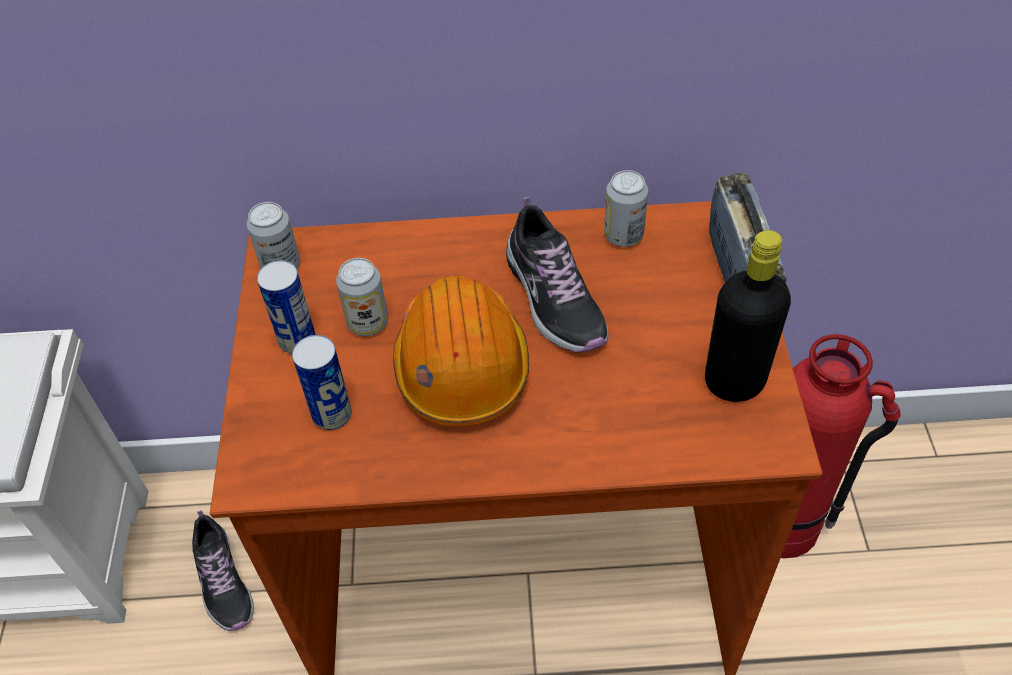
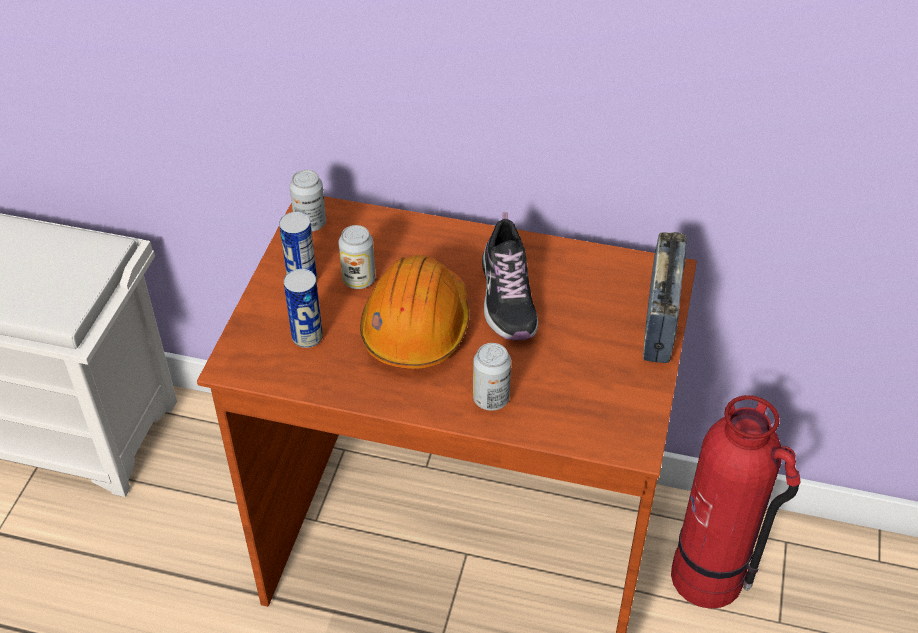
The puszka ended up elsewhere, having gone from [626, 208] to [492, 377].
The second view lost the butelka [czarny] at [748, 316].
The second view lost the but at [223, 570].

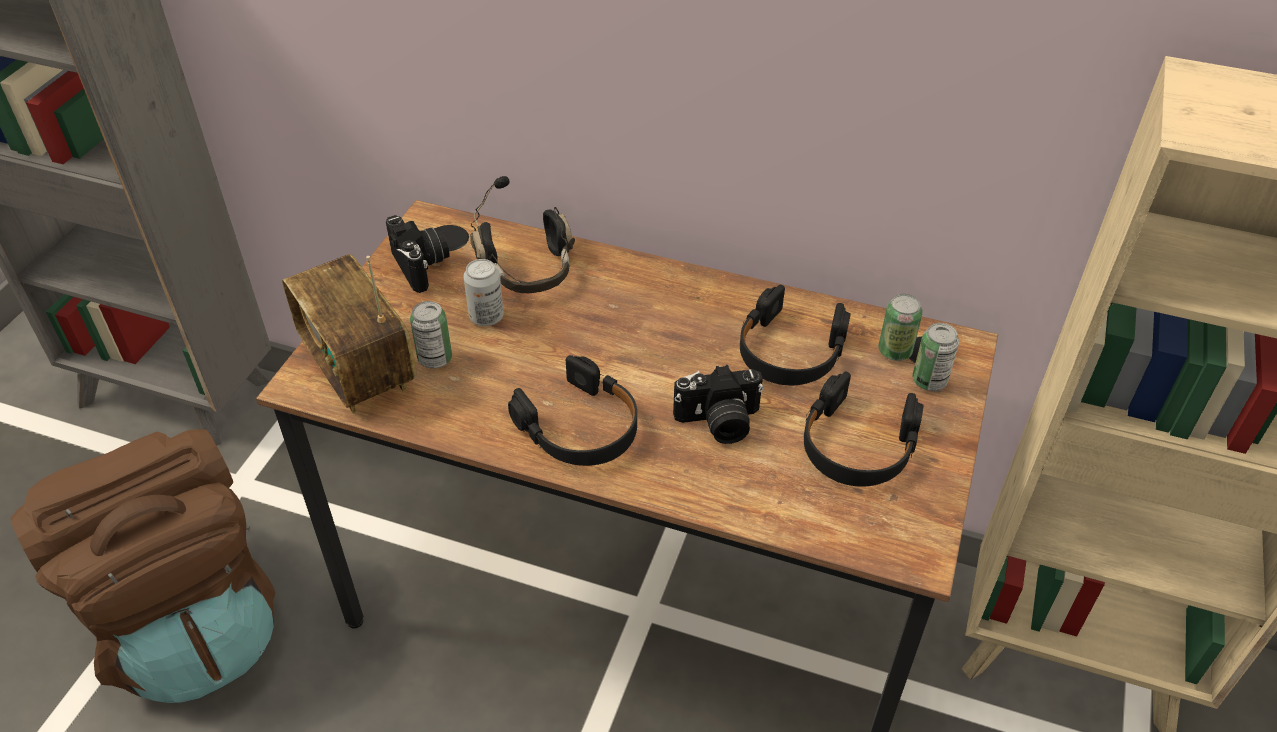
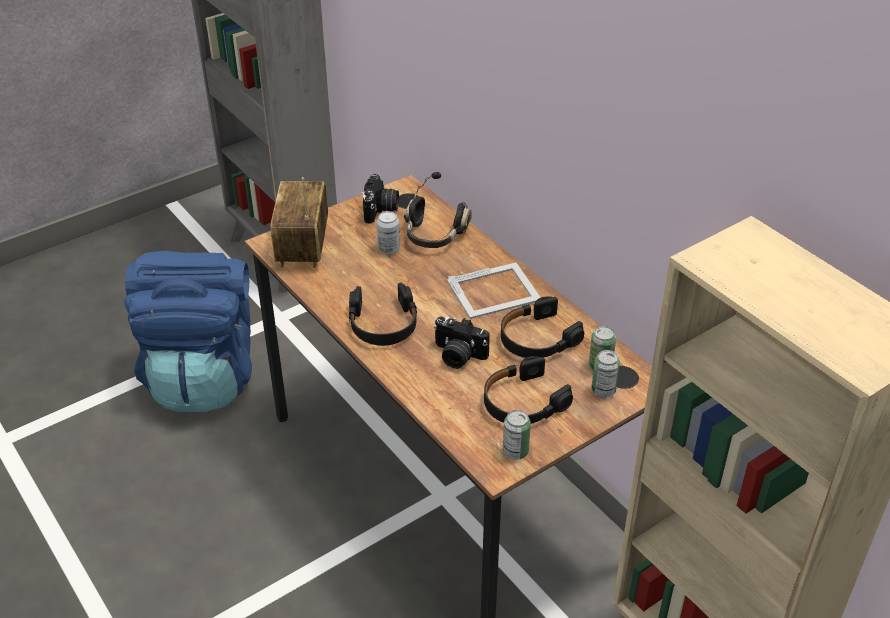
The puszka ended up elsewhere, having gone from [431, 334] to [517, 435].
What was the plecak [brązowy] at [143, 566] turned into the plecak [niebieski] at [187, 331].
The second view gained the ramka na zdjęcie at [494, 291].

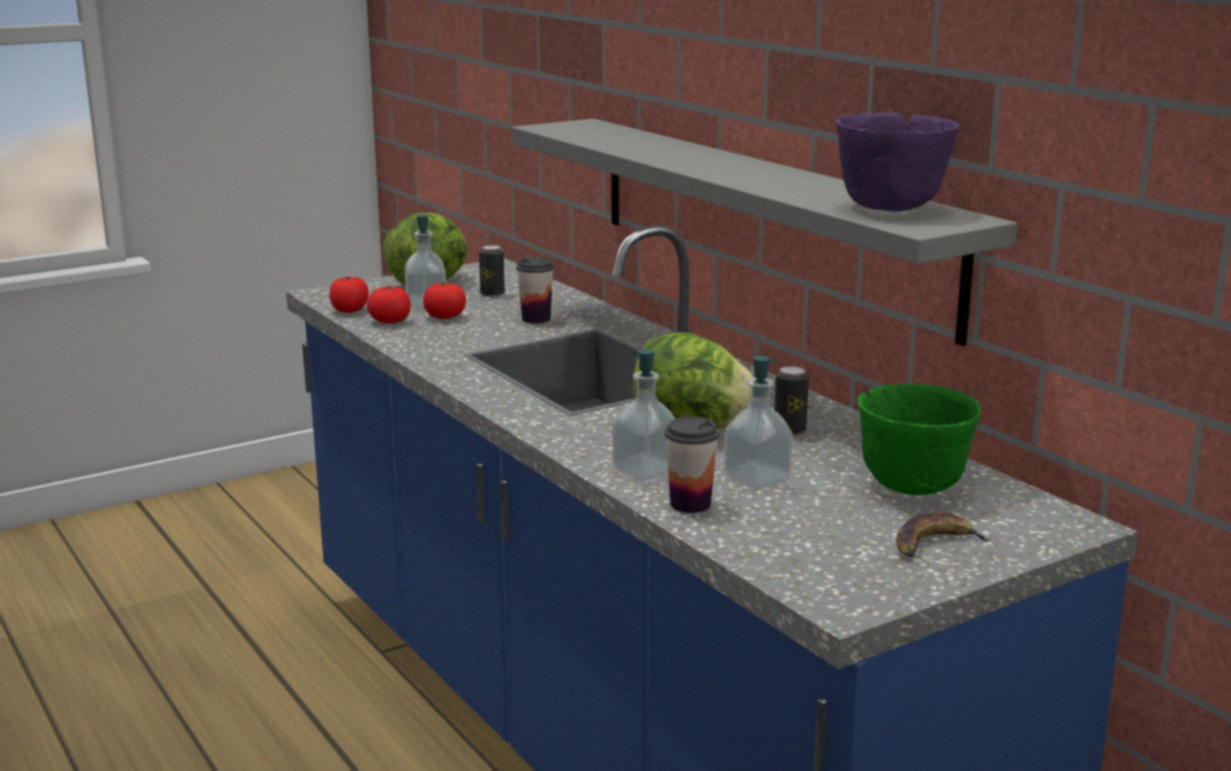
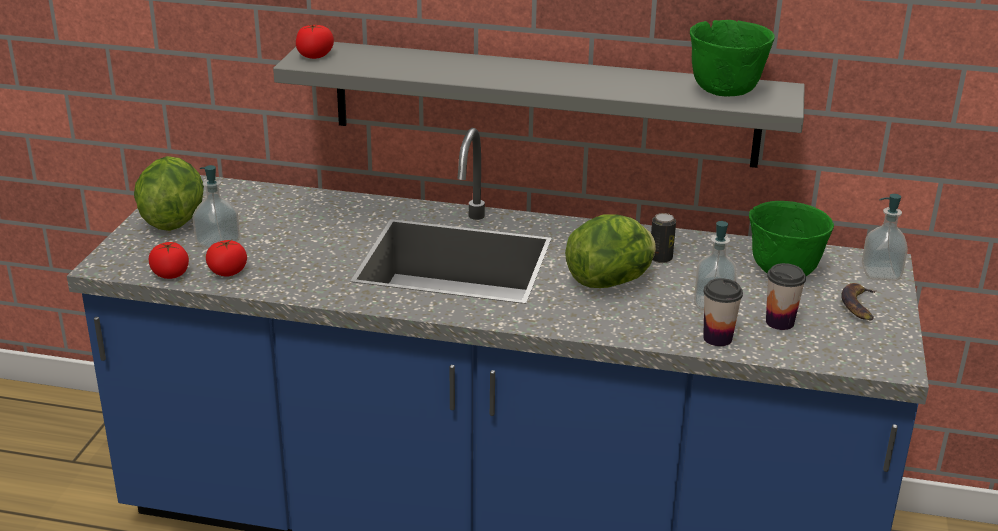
What was the miska [fioletowy] at [898, 162] turned into the miska [zielony] at [732, 58].
The second view lost the puszka at [492, 271].
The filiżanka ended up elsewhere, having gone from [535, 290] to [786, 296].
The pomidor ended up elsewhere, having gone from [444, 300] to [315, 42].
The dozownik mydła ended up elsewhere, having gone from [643, 415] to [885, 237].

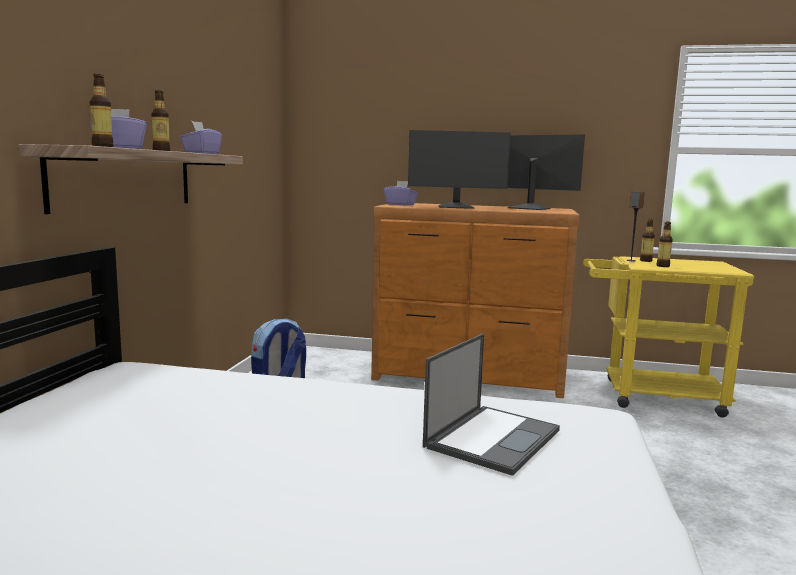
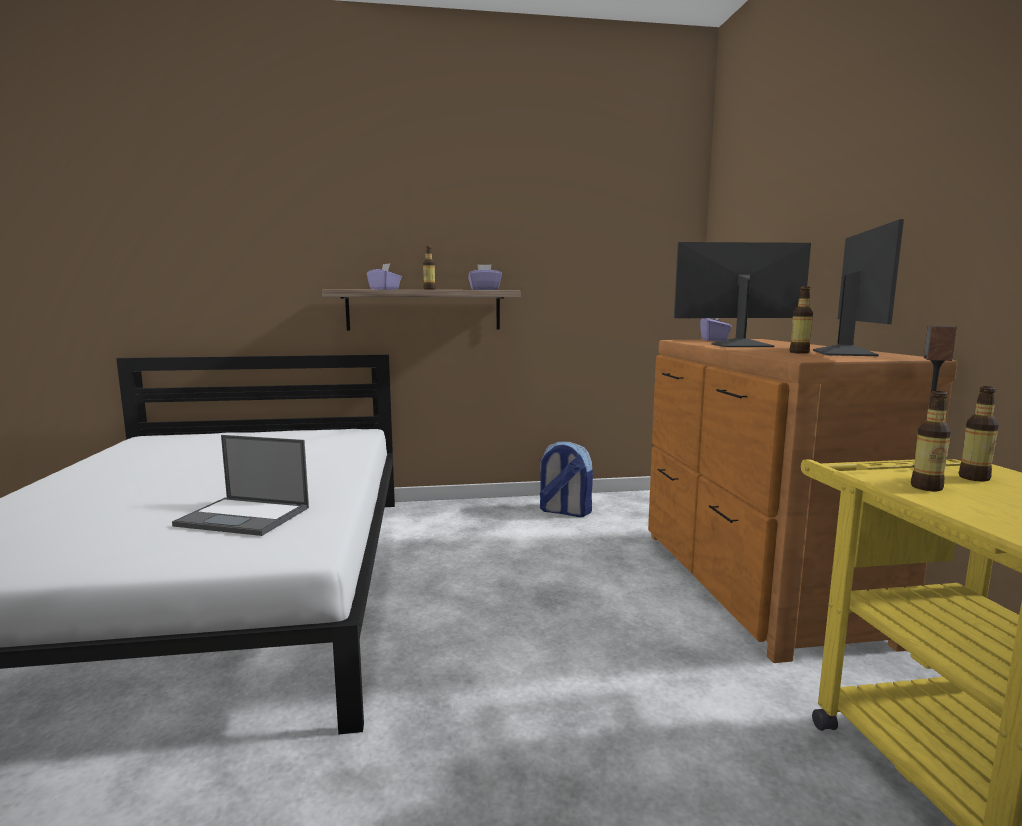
The butelka ended up elsewhere, having gone from [102, 110] to [801, 320].
The monitor at [459, 169] ended up facing another way, 105 degrees clockwise from before.

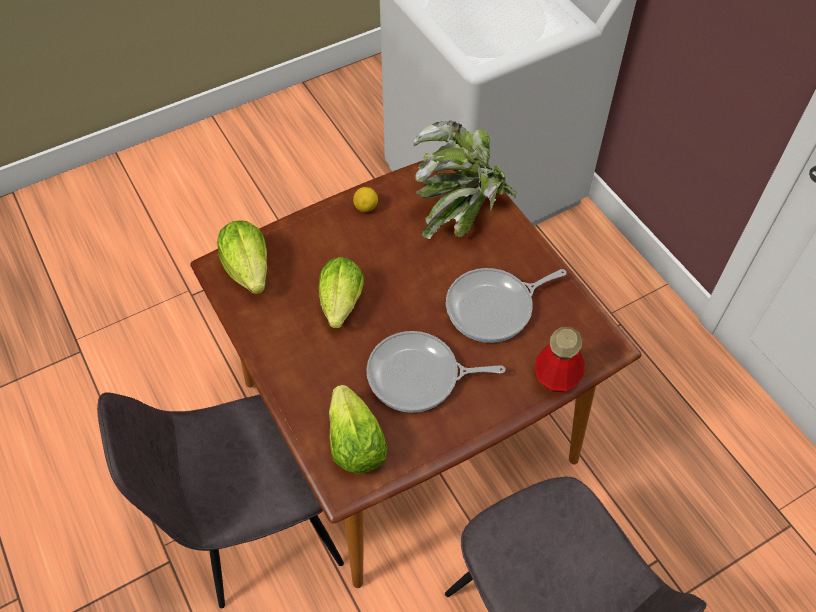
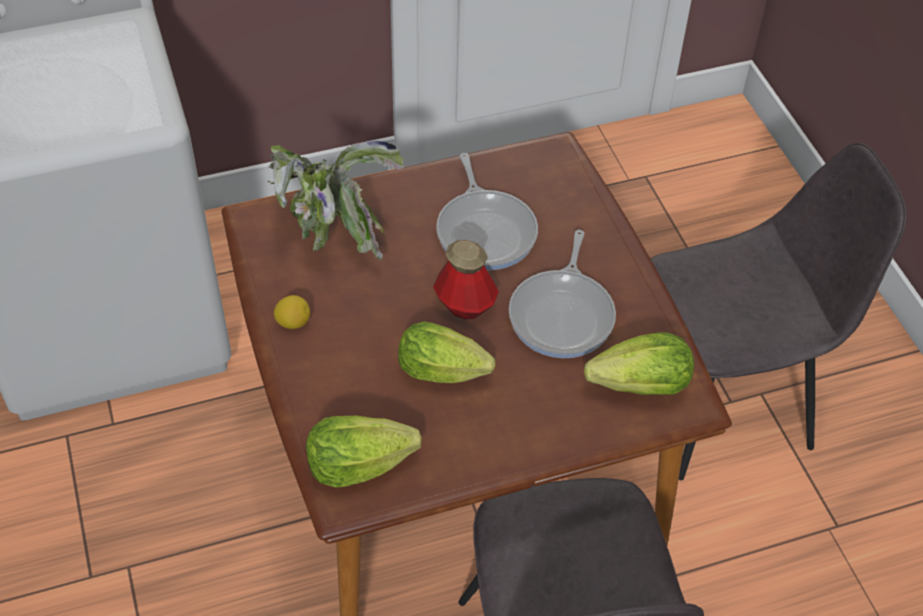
The butelka ended up elsewhere, having gone from [560, 359] to [466, 279].

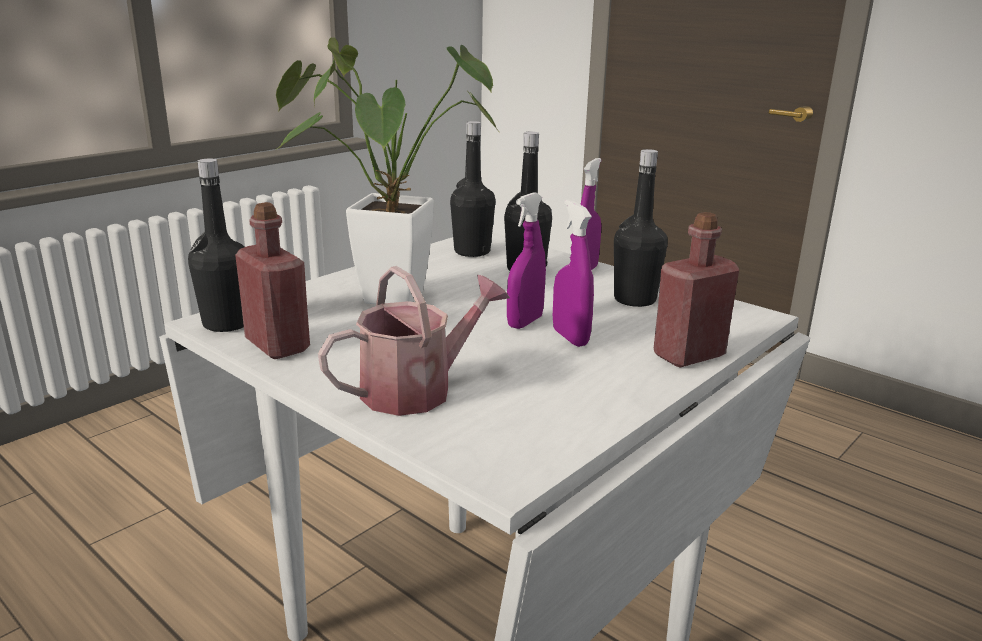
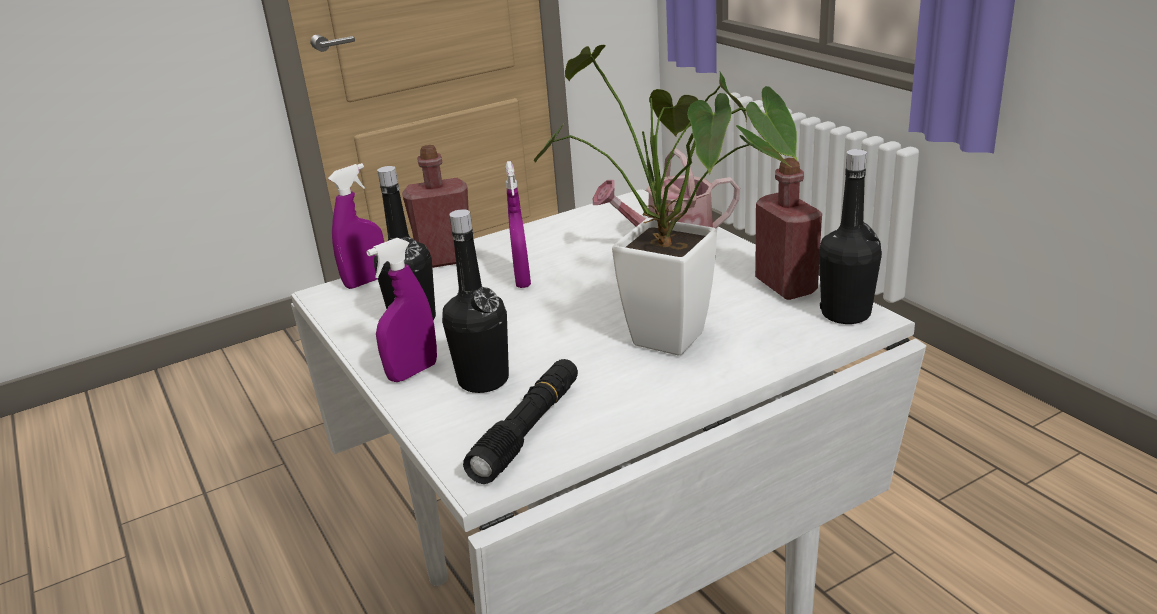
Where the butelka [czarny] stood at [472, 189], the latarka [czarny] came to stand at [520, 421].
The spryskiwacz [fioletowy] ended up elsewhere, having gone from [526, 260] to [356, 226].

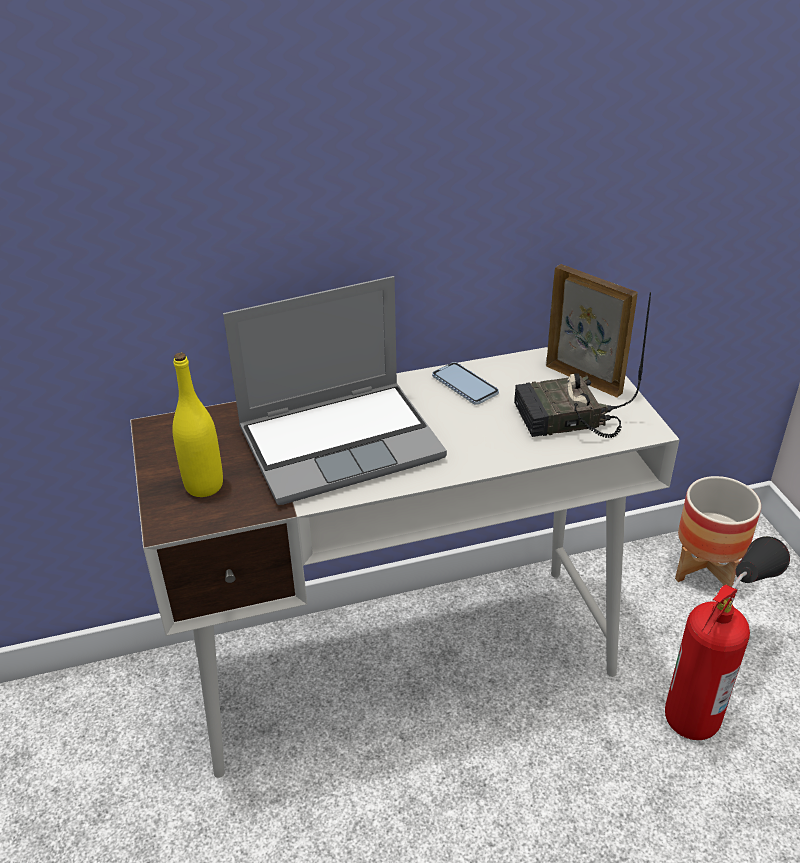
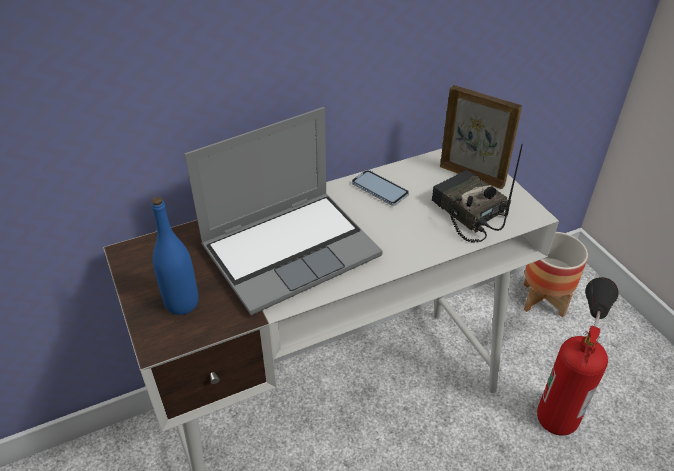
The radio at [582, 365] ended up facing another way, 75 degrees clockwise from before.
What was the butelka [żółty] at [197, 425] turned into the butelka [niebieski] at [174, 256].

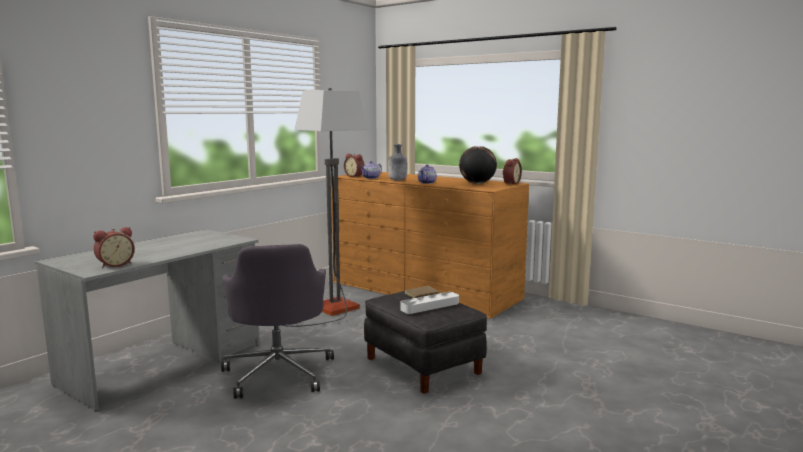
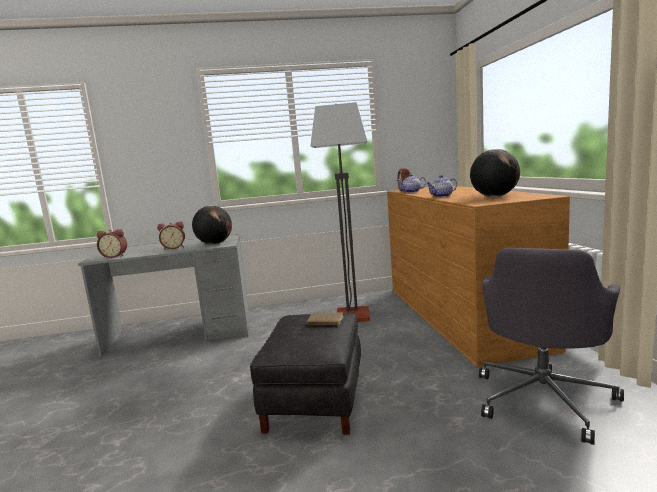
The second view lost the butelka [szary] at [397, 162].
The budzik ended up elsewhere, having gone from [512, 171] to [171, 235].
The krzesło biurowe [szary] ended up elsewhere, having gone from [277, 321] to [551, 346].
The second view lost the taca [szary] at [429, 303].
The second view gained the globus at [212, 225].

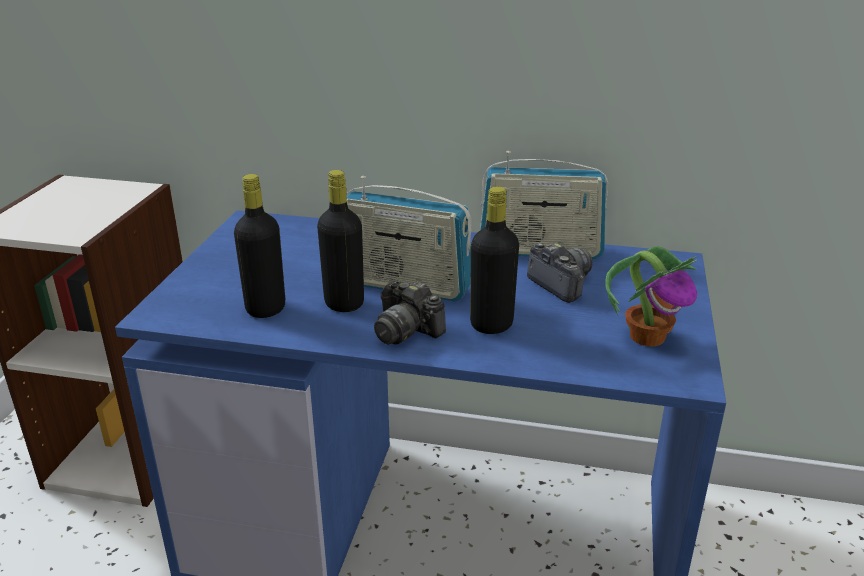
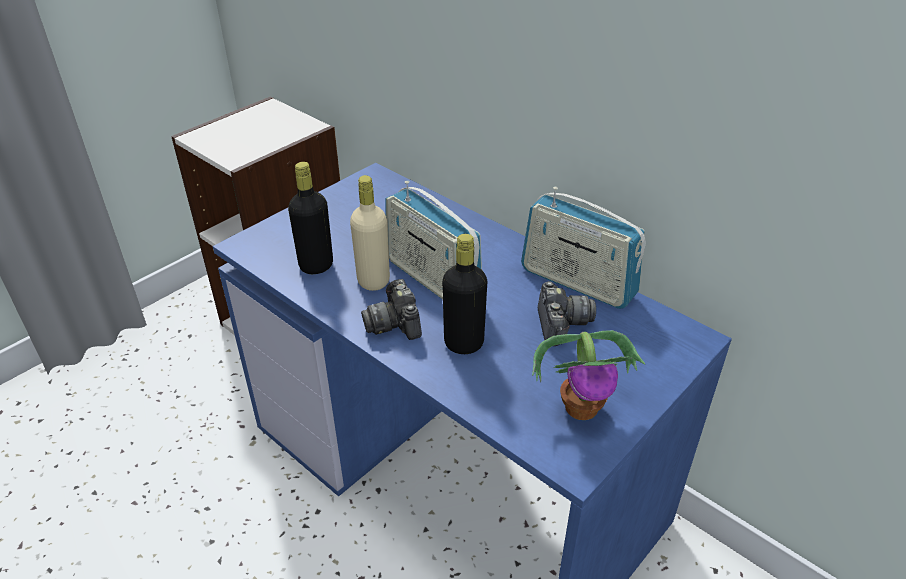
What was the butelka [czarny] at [340, 241] turned into the butelka [beżowy] at [370, 233].

